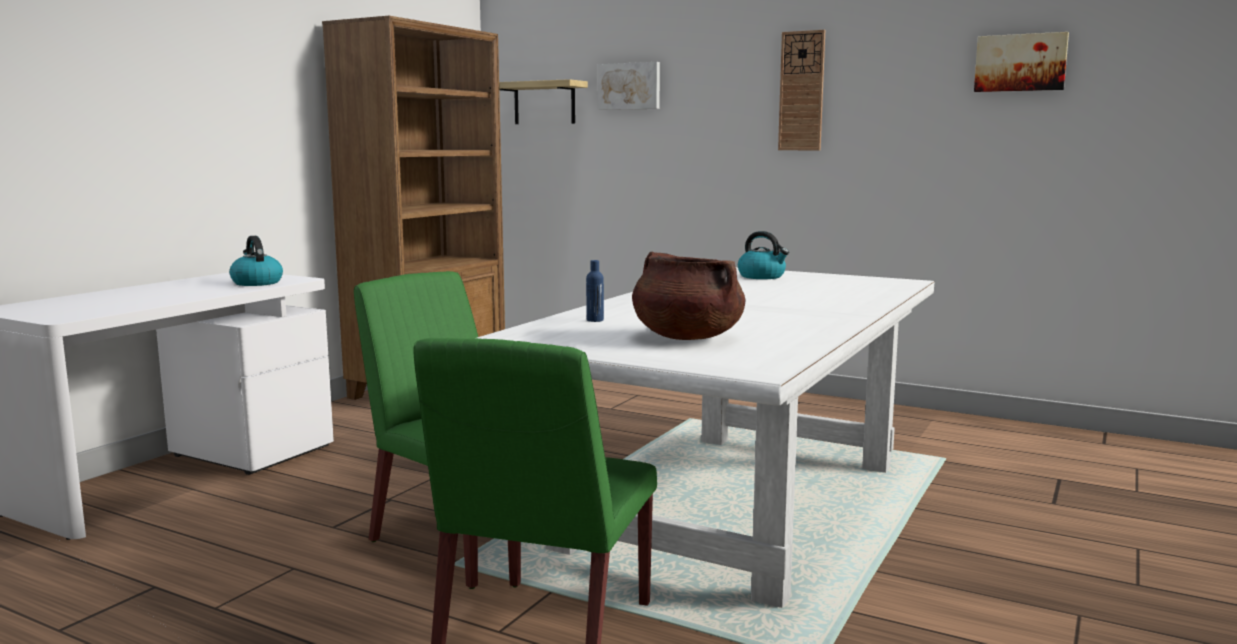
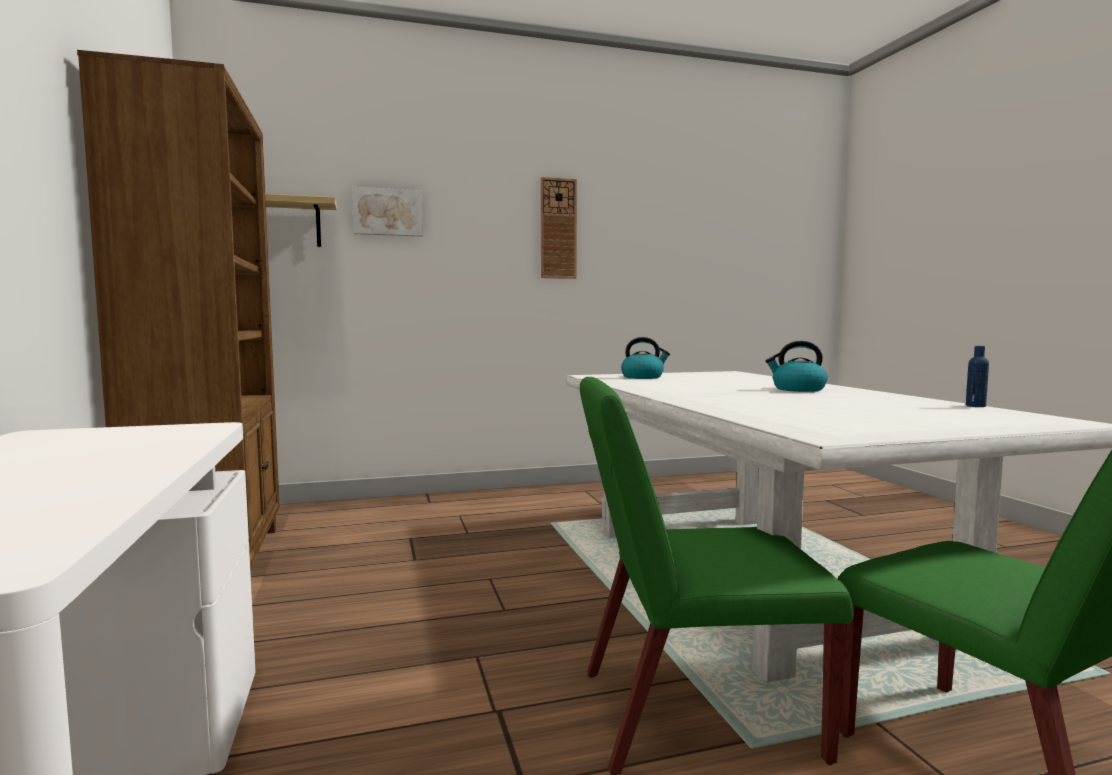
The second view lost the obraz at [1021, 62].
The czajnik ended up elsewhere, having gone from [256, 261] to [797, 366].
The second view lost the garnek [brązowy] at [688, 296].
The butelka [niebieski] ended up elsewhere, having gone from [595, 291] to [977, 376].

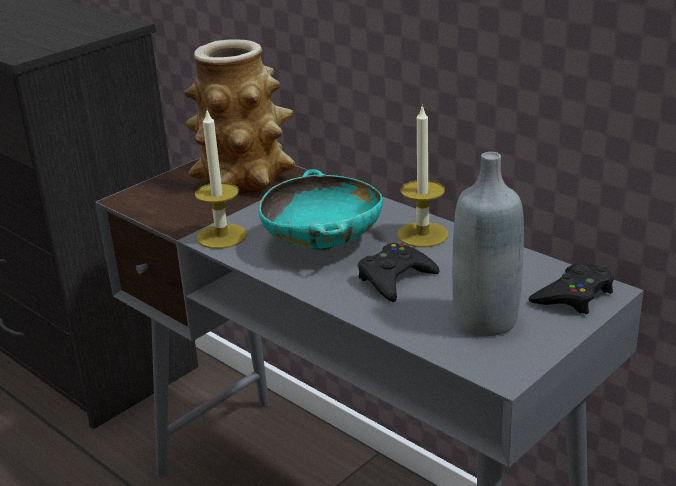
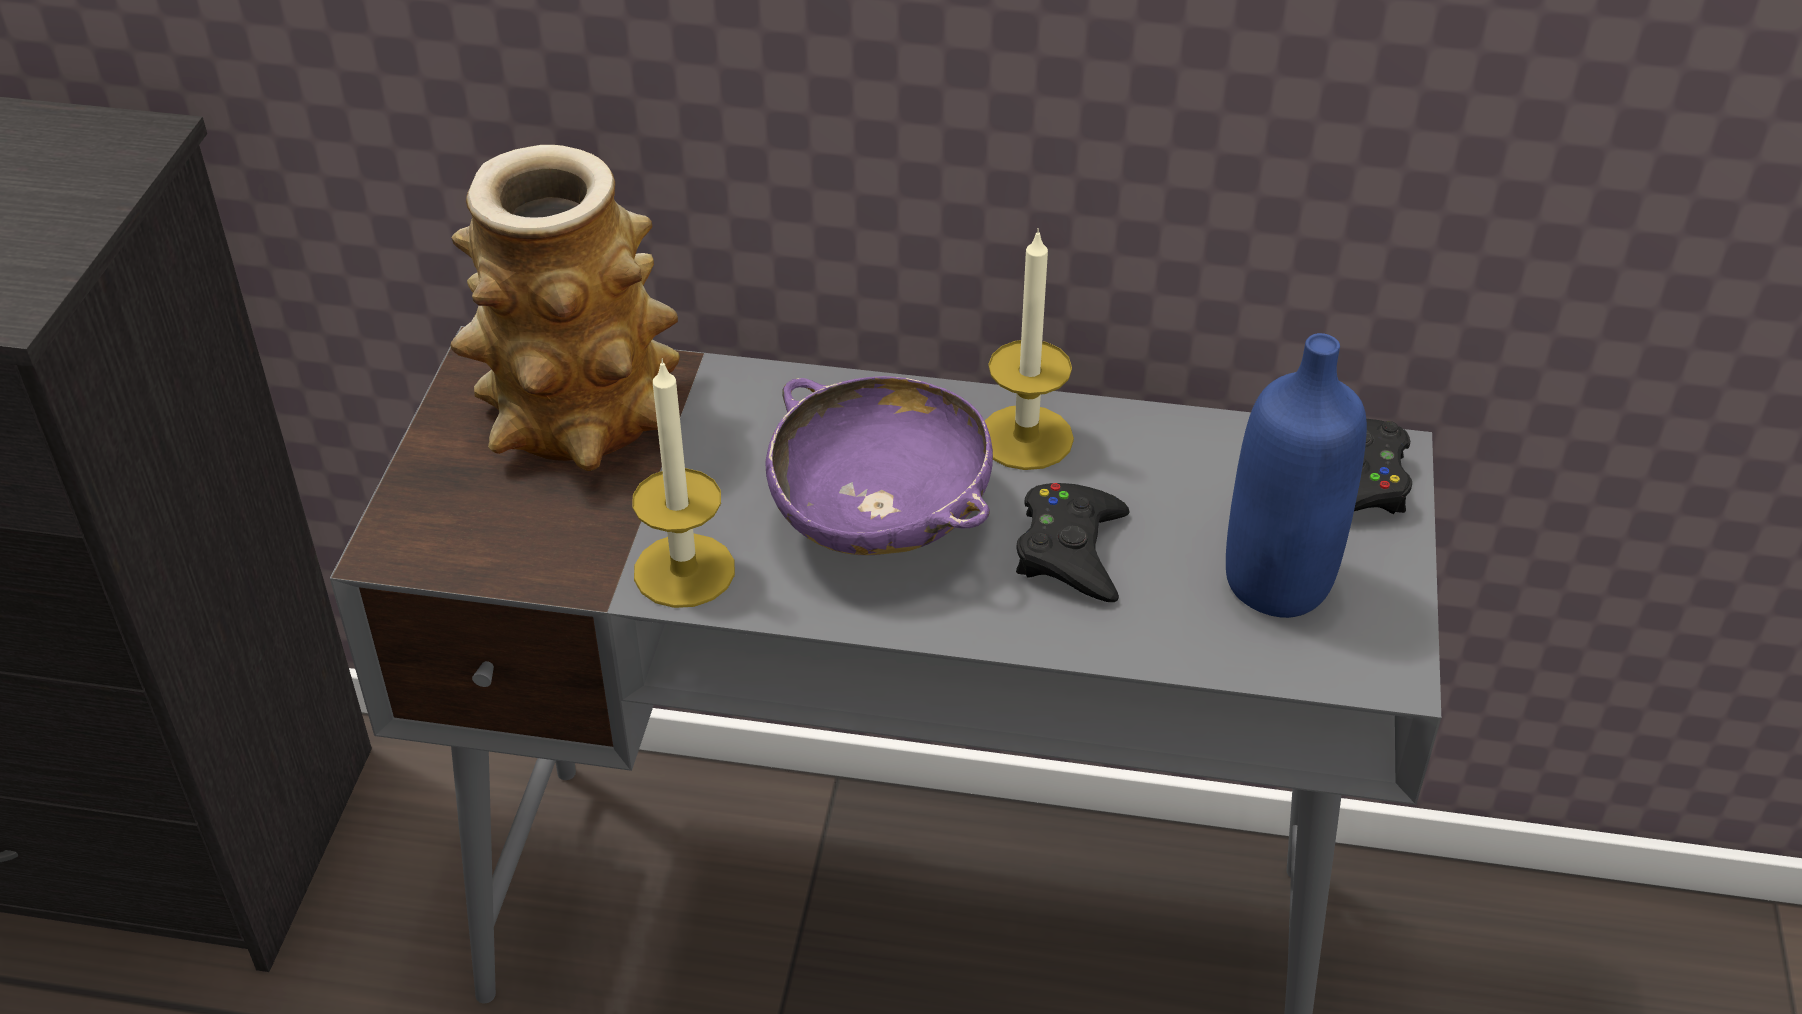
What was the butelka [szary] at [488, 244] turned into the butelka [niebieski] at [1296, 475].
What was the miska [turkusowy] at [321, 209] turned into the miska [fioletowy] at [879, 465].

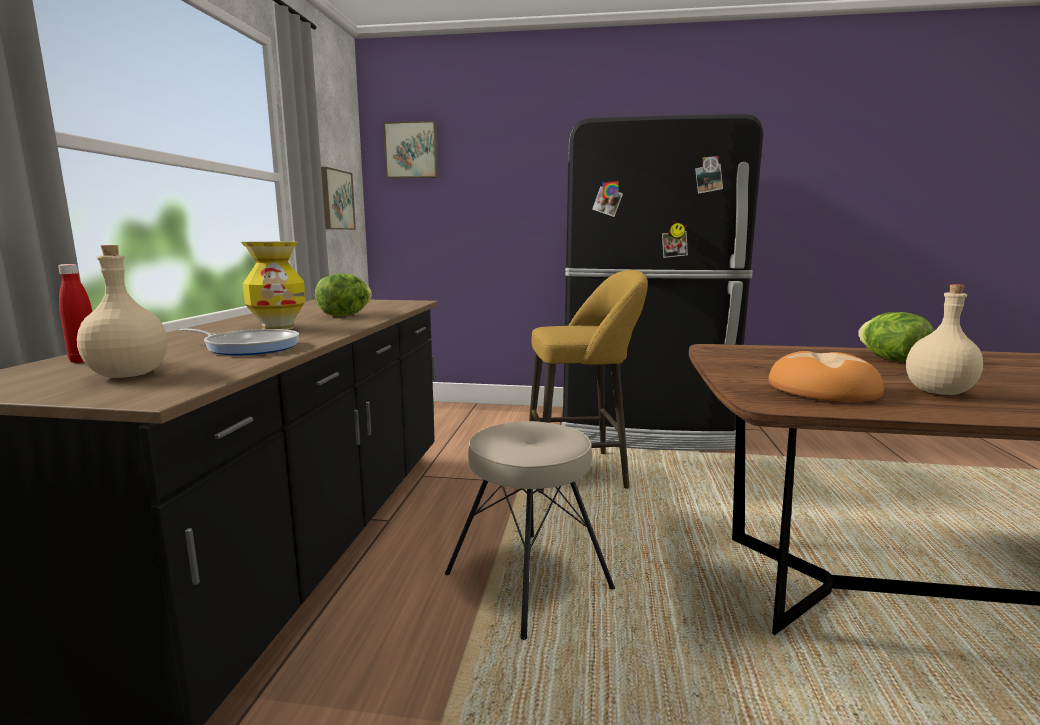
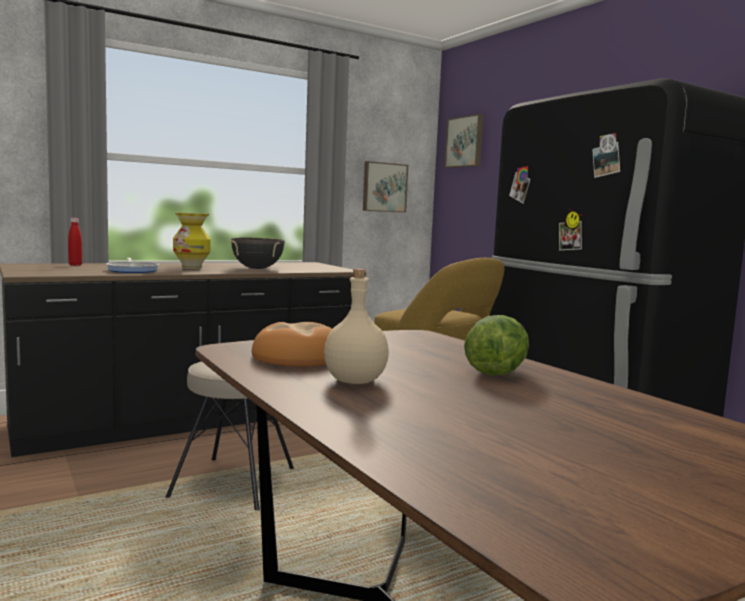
The second view lost the butelka [beżowy] at [122, 311].
Where the sałata stood at [343, 294], the garnek [czarny] came to stand at [257, 253].

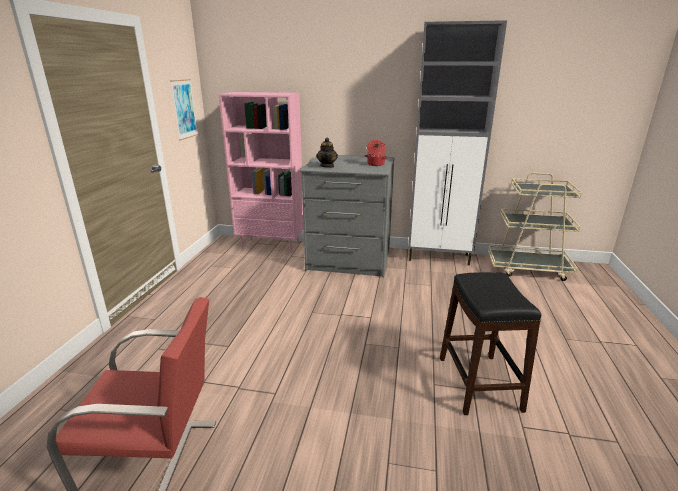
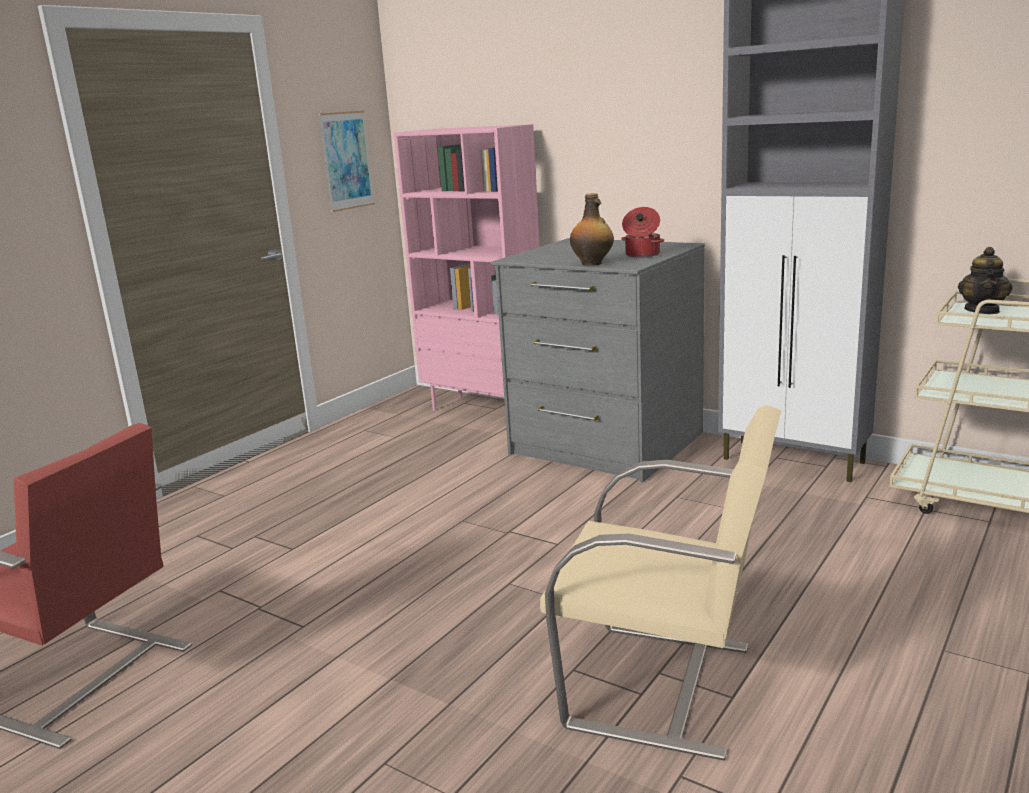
The imbryk ended up elsewhere, having gone from [327, 152] to [985, 280].
Where the stołek [czarny] stood at [490, 343], the krzesło [beżowy] came to stand at [660, 583].
The second view gained the butelka at [592, 229].

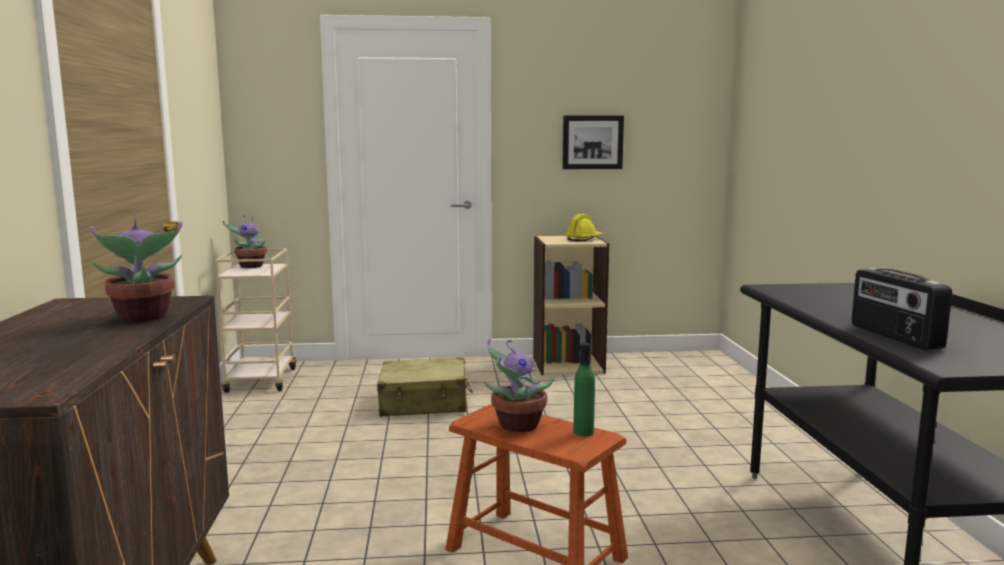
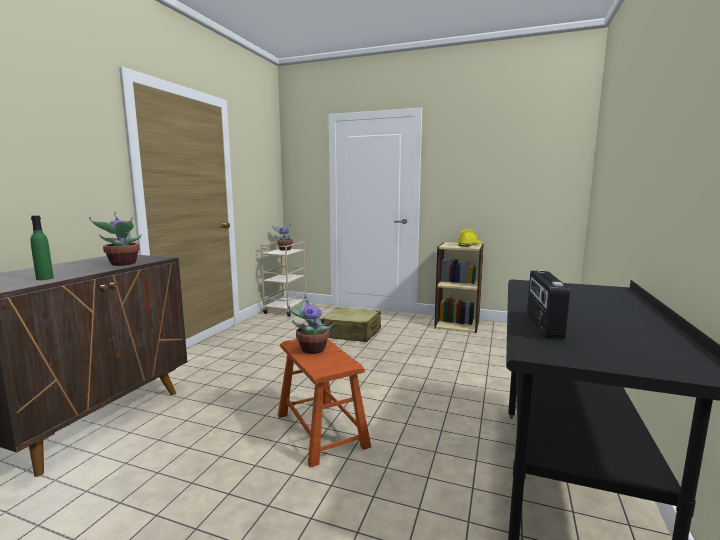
The second view lost the obraz at [593, 142].
The butelka [zielony] ended up elsewhere, having gone from [584, 389] to [42, 247].

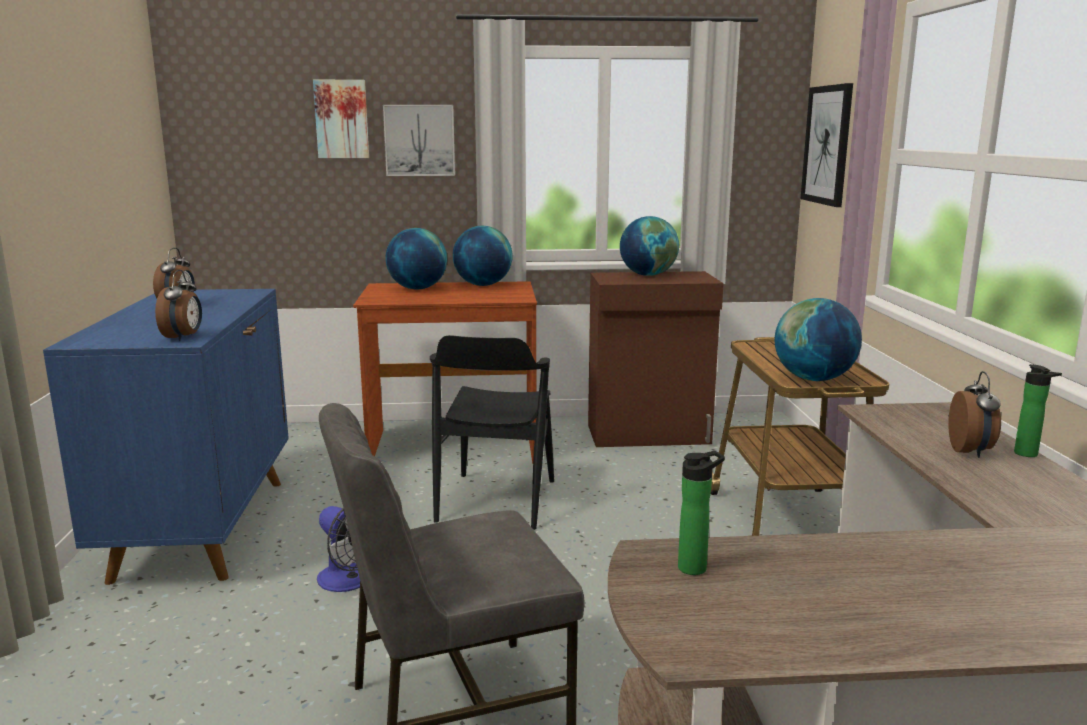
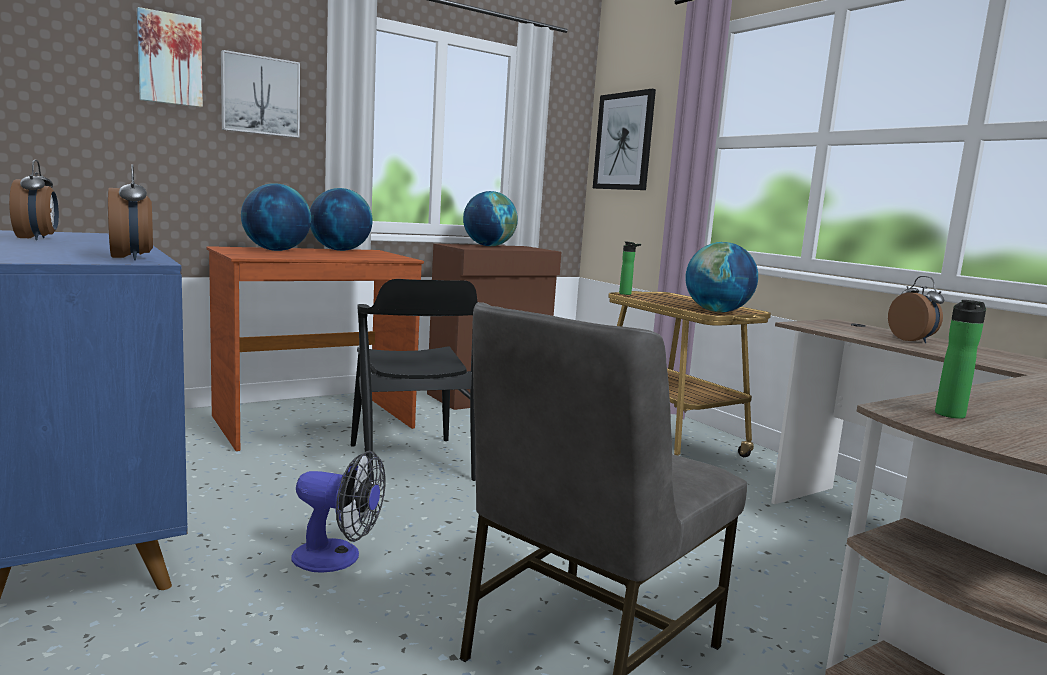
The butelka ended up elsewhere, having gone from [1038, 410] to [630, 268].

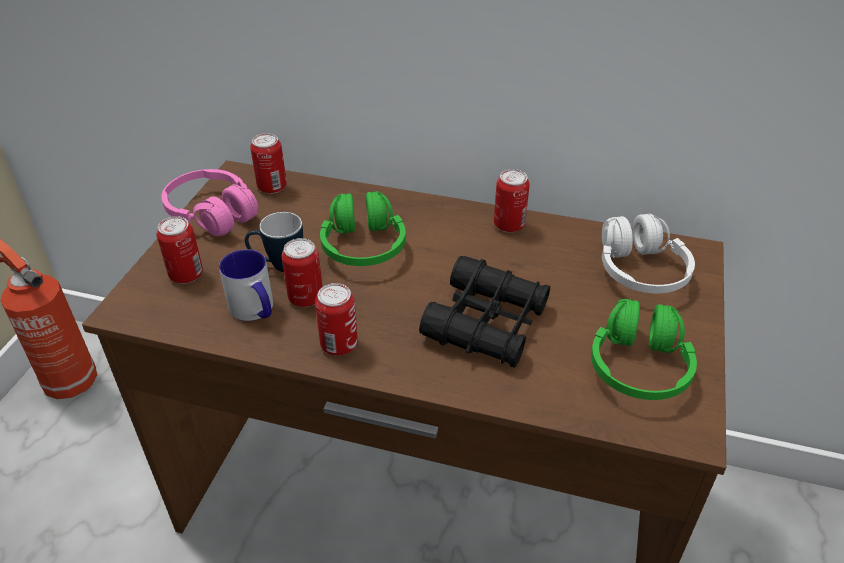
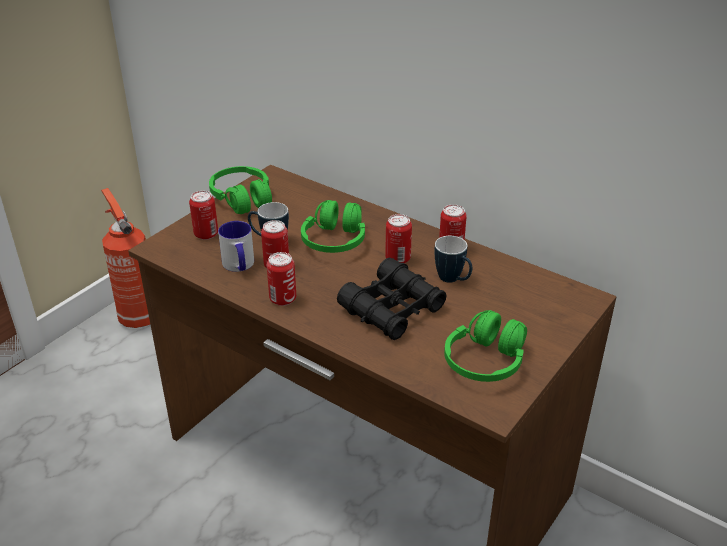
The puszka ended up elsewhere, having gone from [268, 163] to [398, 238].
What was the słuchawki [różowy] at [209, 202] turned into the słuchawki [zielony] at [240, 190].
The second view lost the słuchawki [biały] at [648, 253].
The second view gained the kubek at [453, 259].

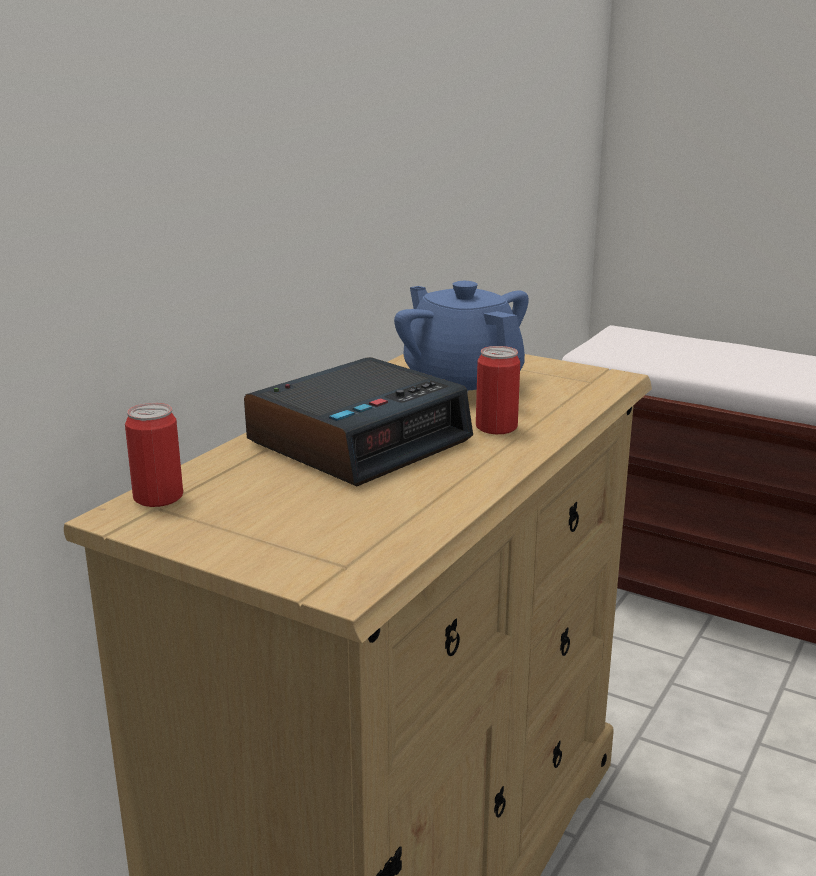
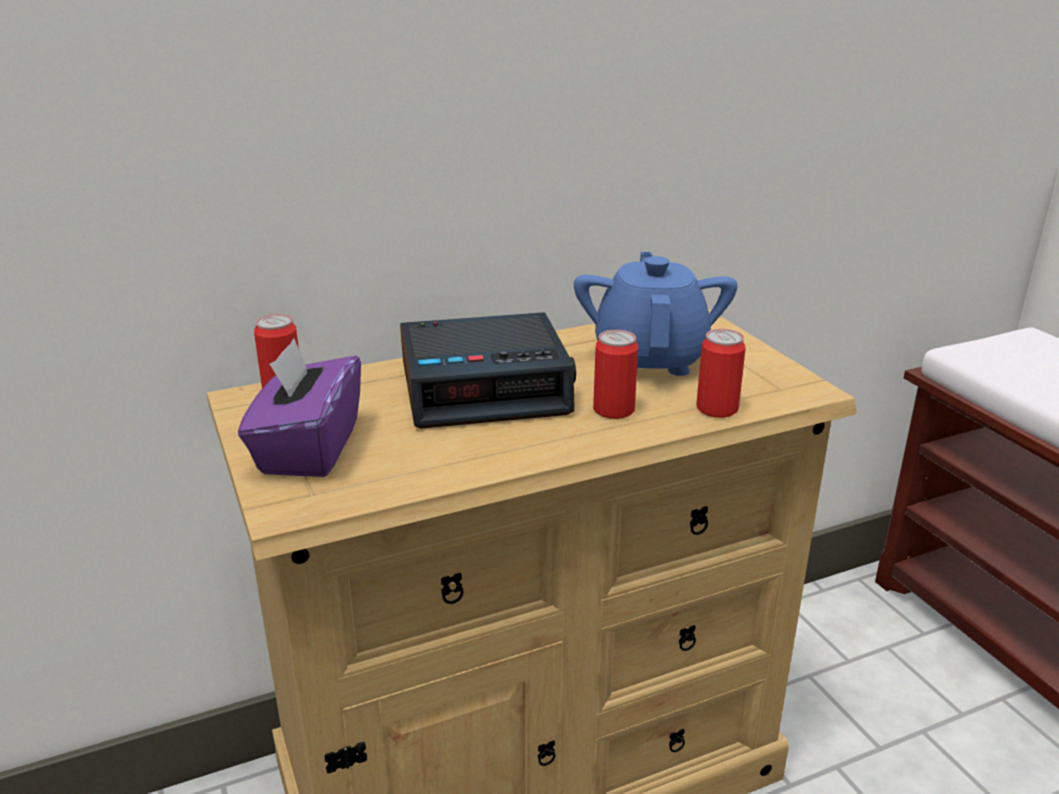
The second view gained the puszka at [721, 373].
The second view gained the pudełko chusteczek [fioletowy] at [299, 408].

